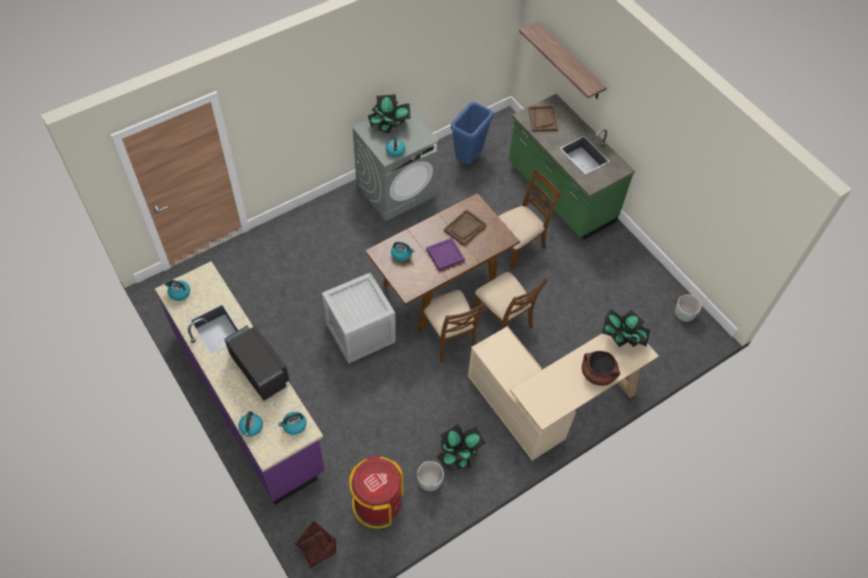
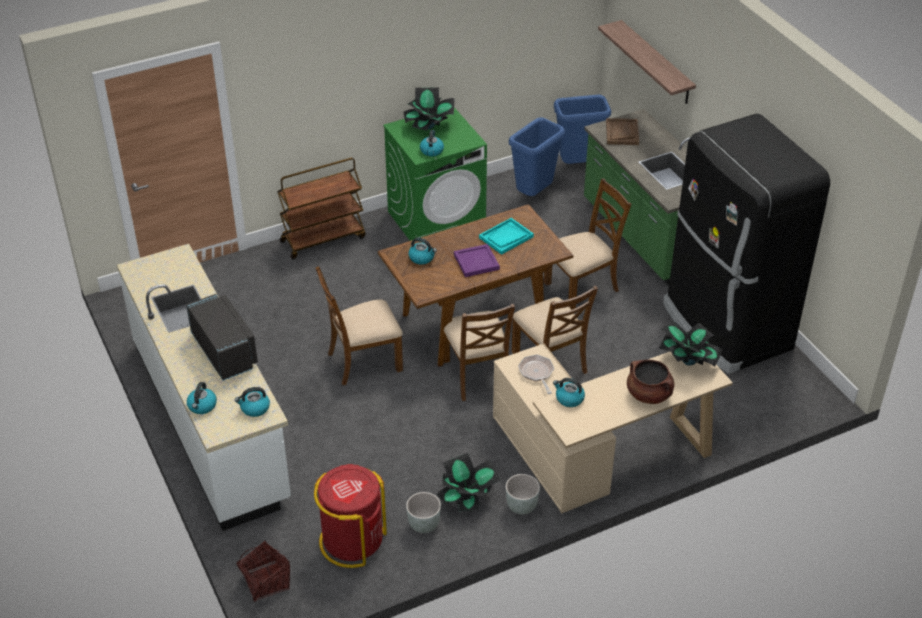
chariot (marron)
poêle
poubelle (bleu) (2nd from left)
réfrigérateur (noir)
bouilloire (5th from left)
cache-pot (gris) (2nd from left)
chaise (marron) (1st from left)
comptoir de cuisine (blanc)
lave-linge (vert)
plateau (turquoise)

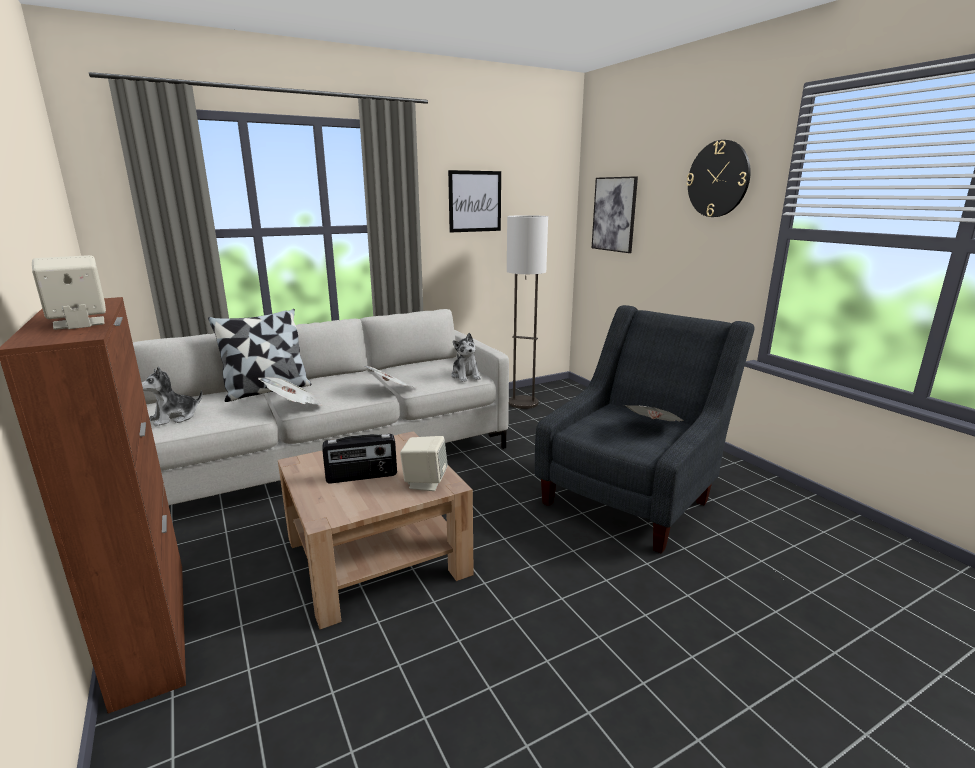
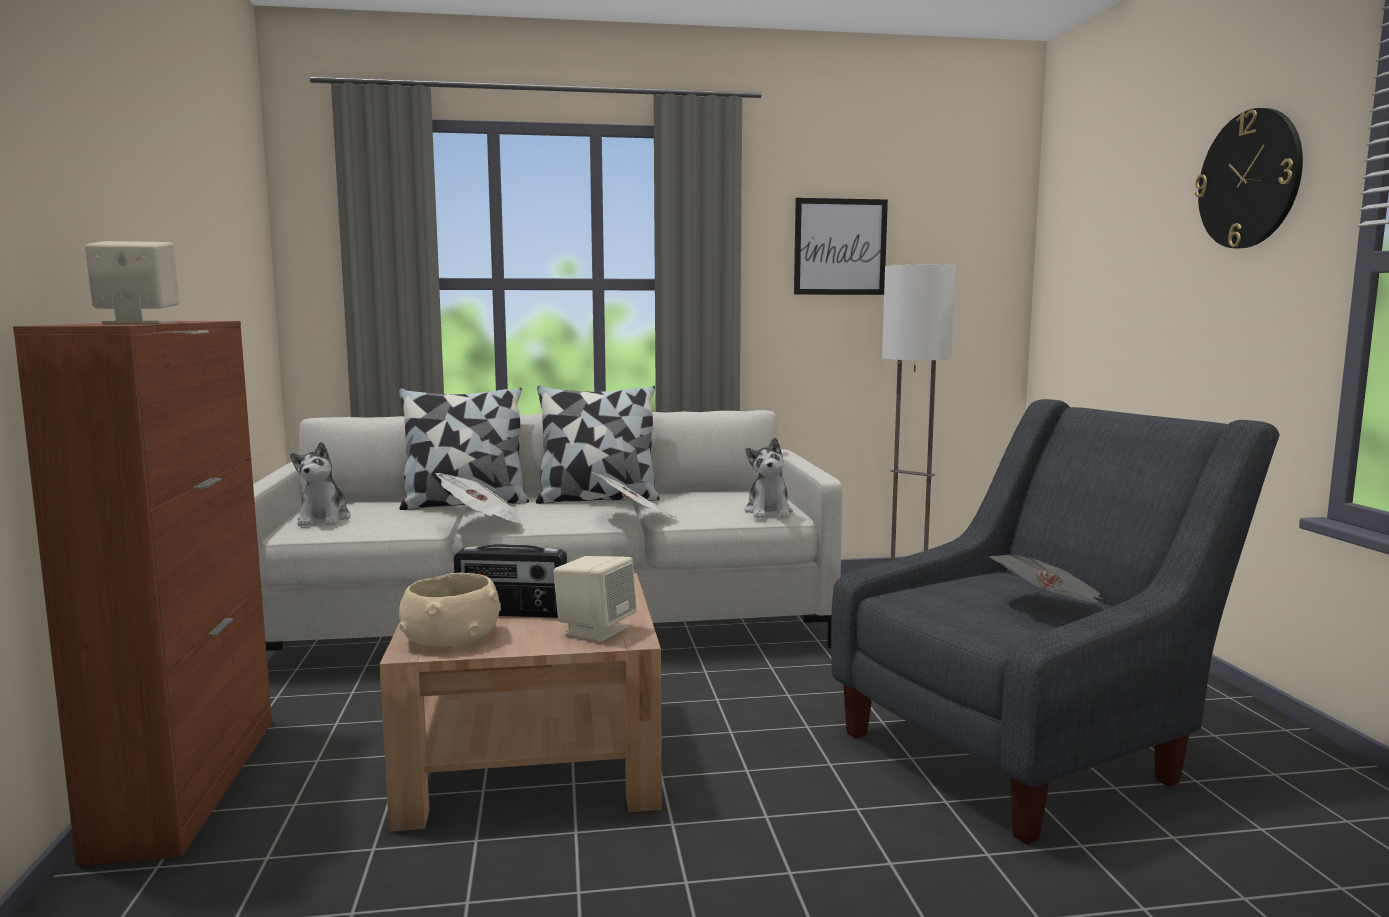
tableau (2nd from left in the first image)
bol (beige)
coussin (2nd from left)
peluche (1st from left)

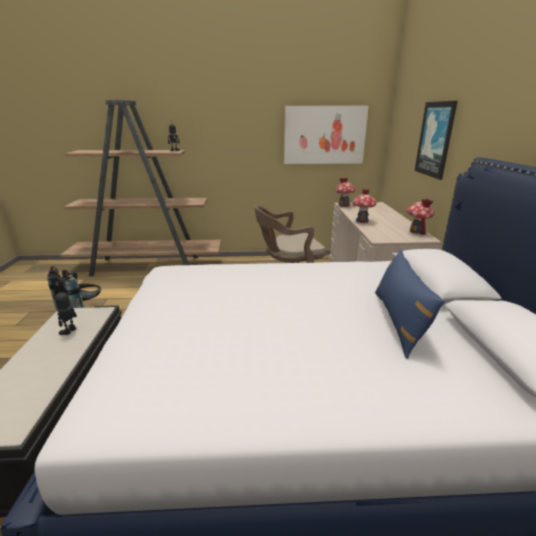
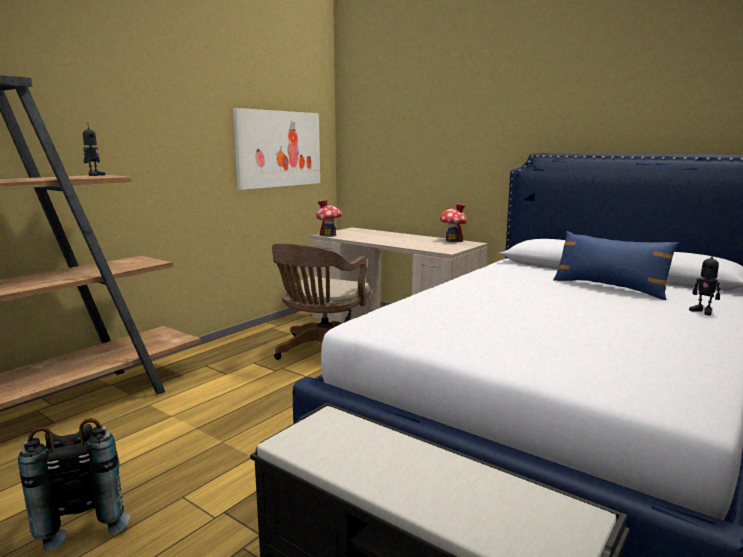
maison miniature (2nd from left in the first image)
tableau (2nd from left in the first image)
robot jouet (2nd from left)

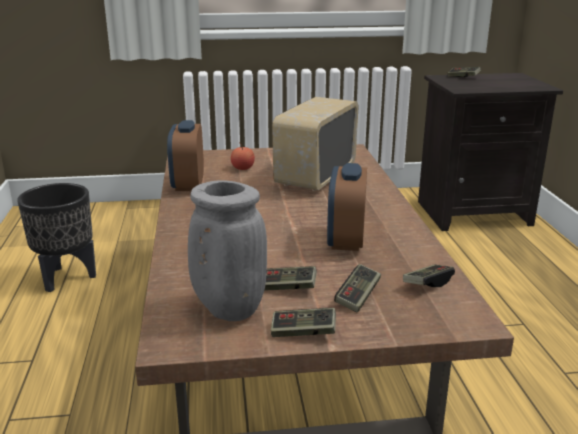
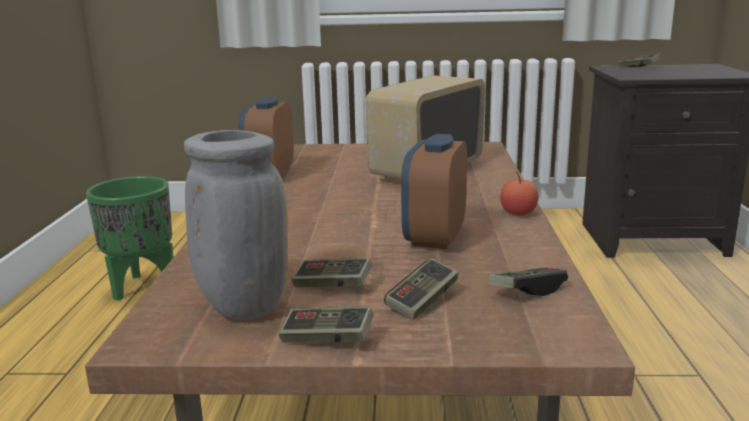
pomme
cache-pot (vert)

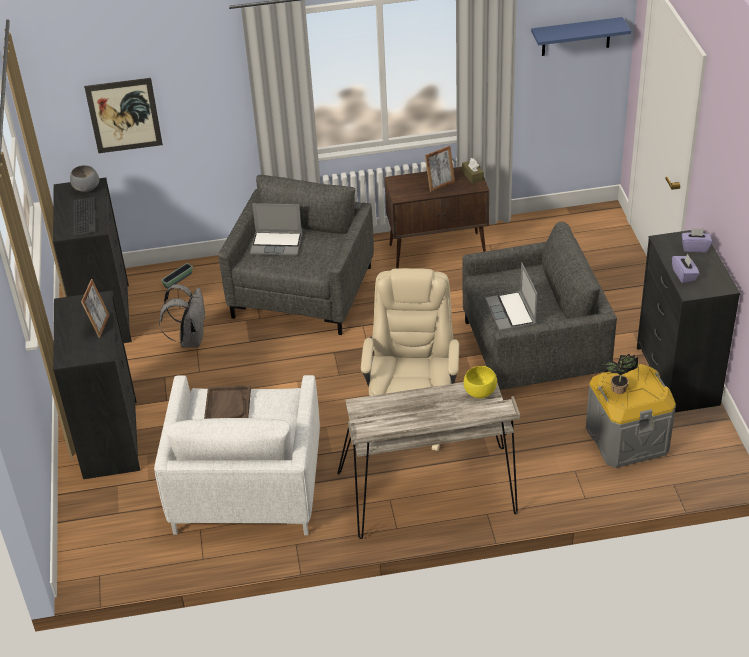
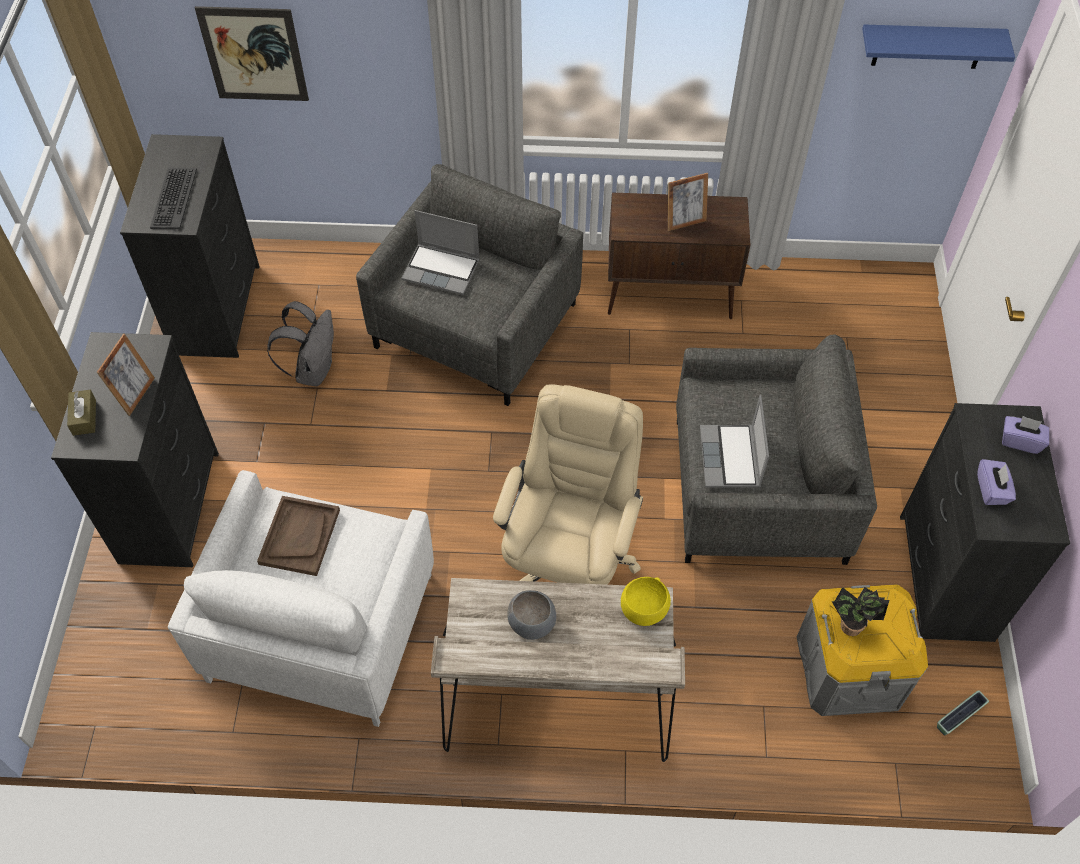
bol (gris)
cache-pot
boîte à mouchoirs (marron)

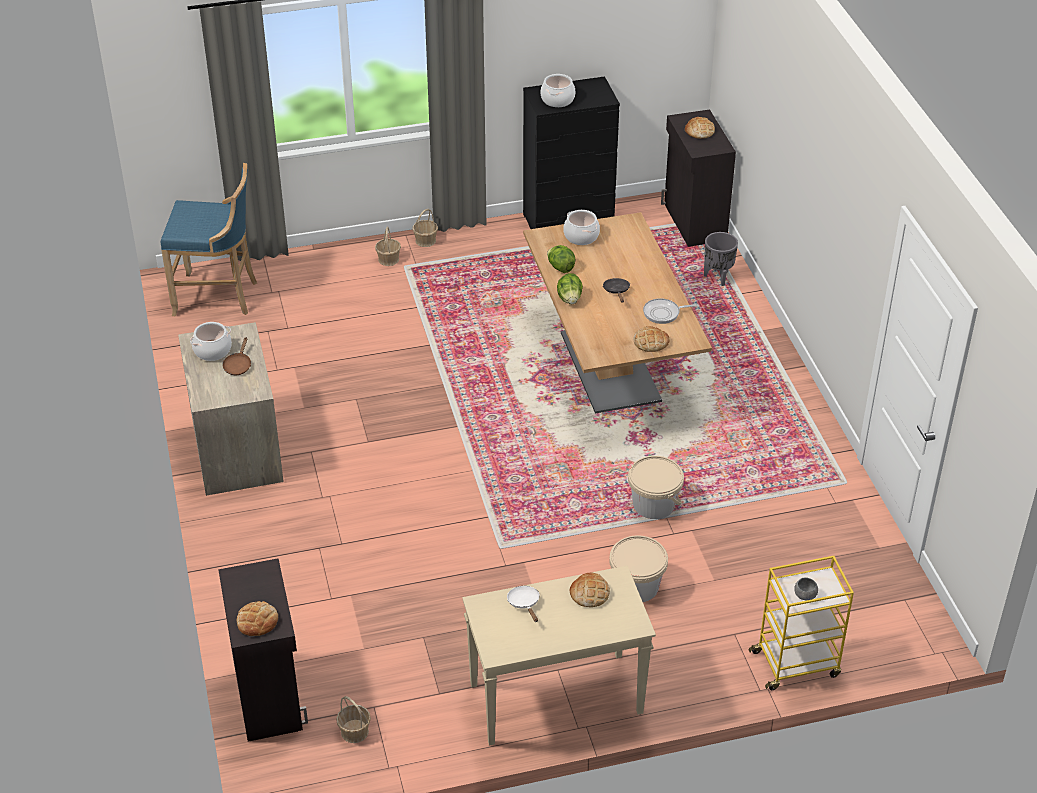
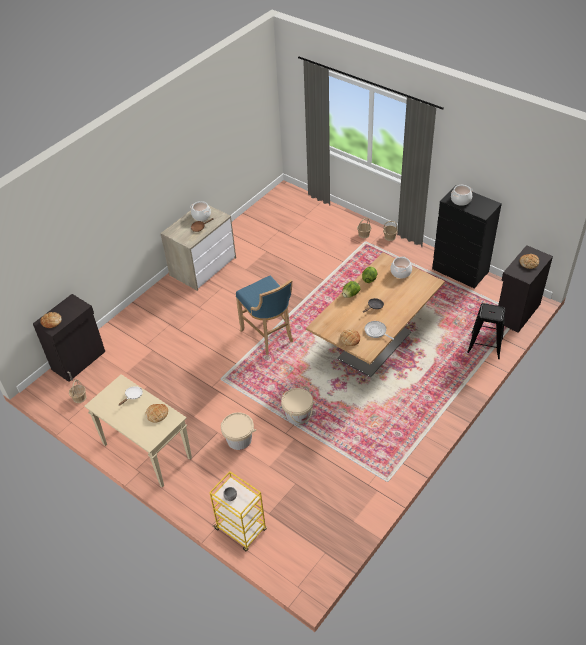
tabouret (bleu)
tabouret (noir)

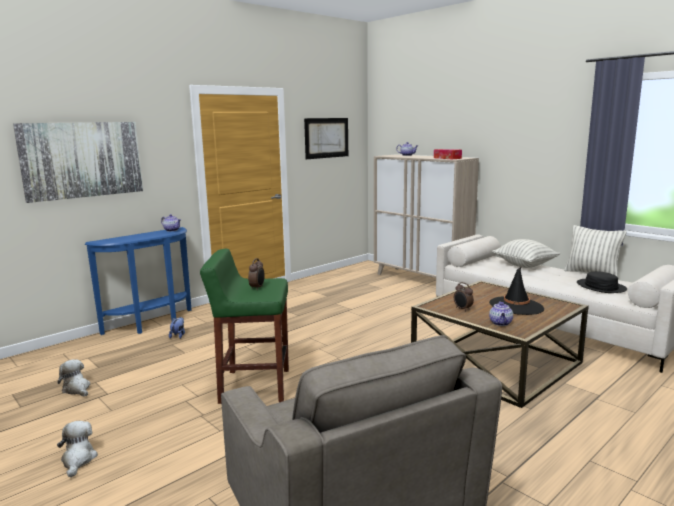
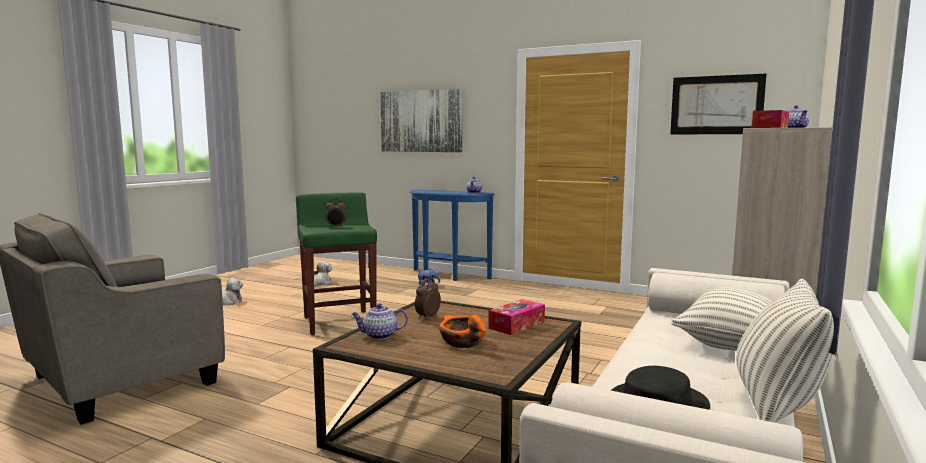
boîte à mouchoirs (1st from left)
bol (orange)

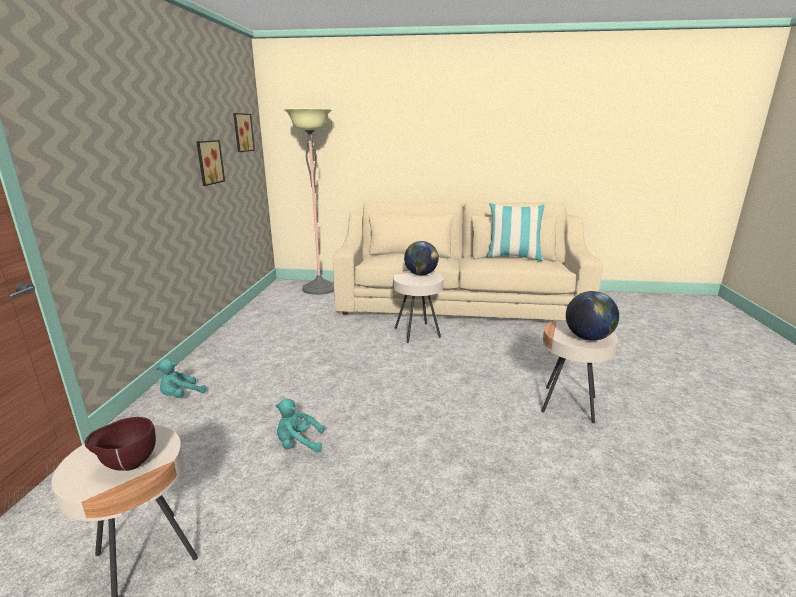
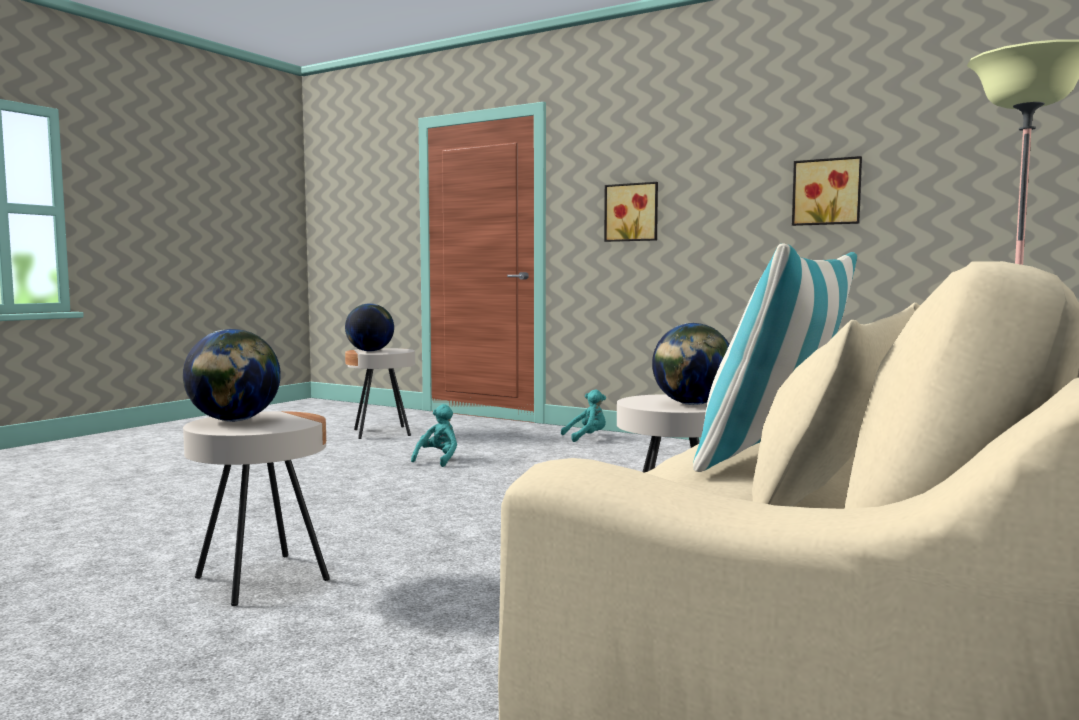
tableau (1st from left)
globe (2nd from left)
peluche (turquoise) (2nd from left)

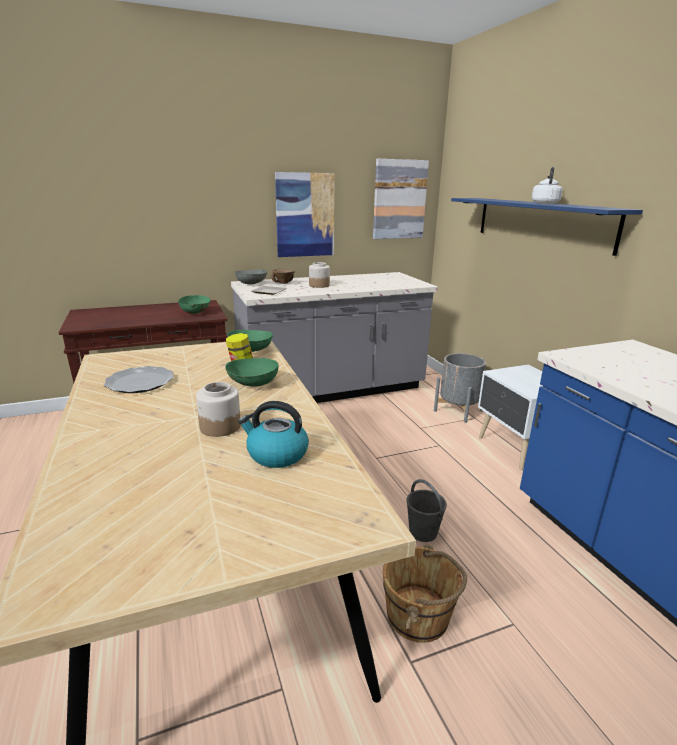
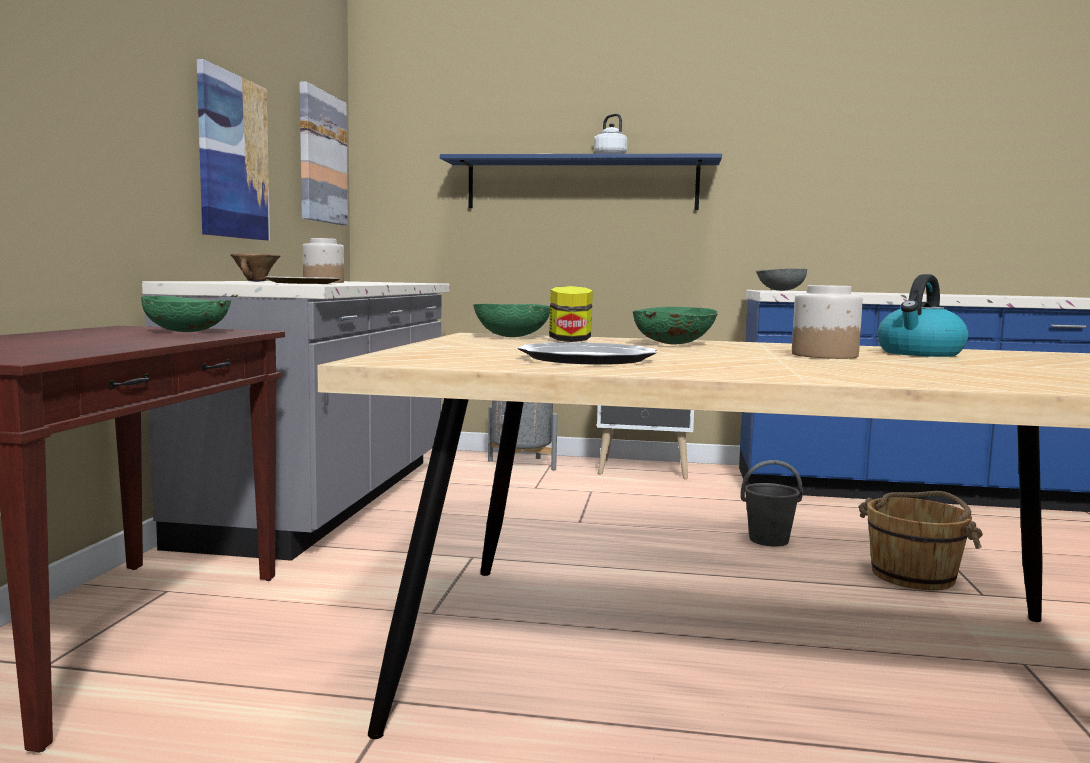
bol (gris)

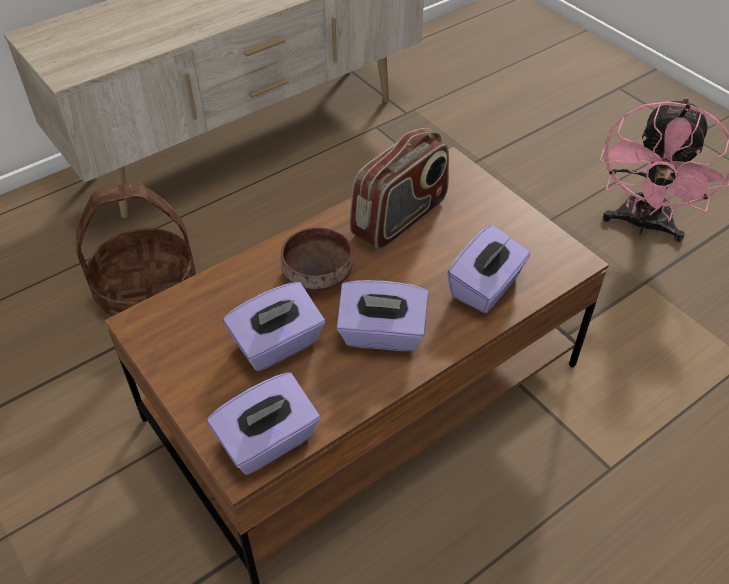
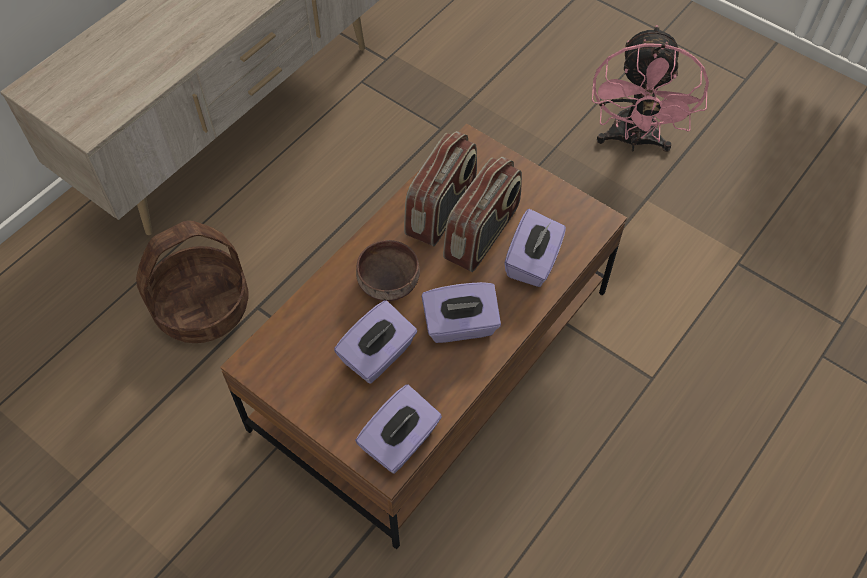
radio (2nd from left)

